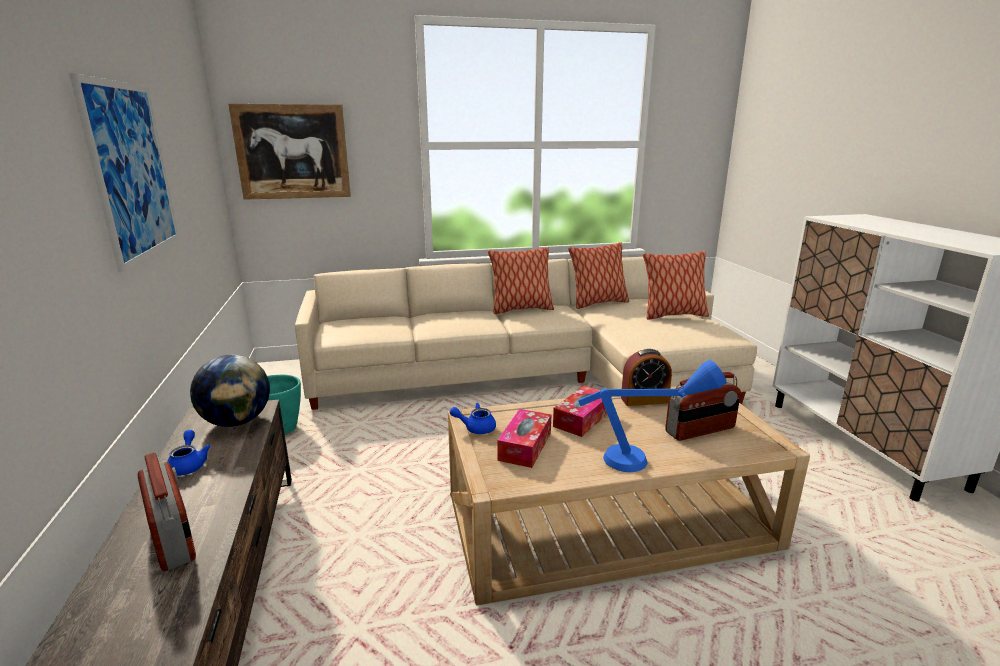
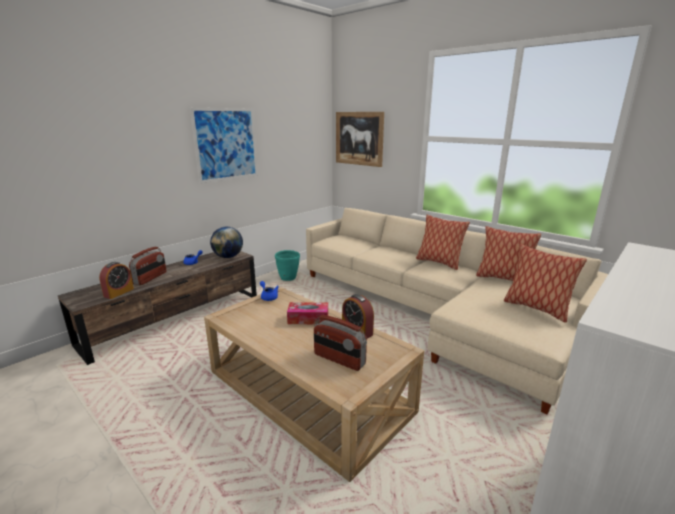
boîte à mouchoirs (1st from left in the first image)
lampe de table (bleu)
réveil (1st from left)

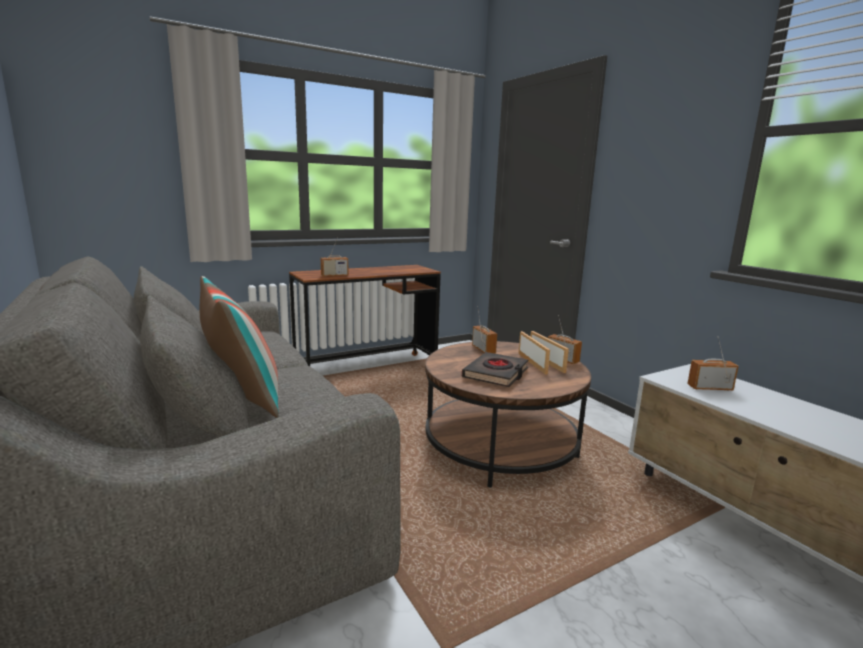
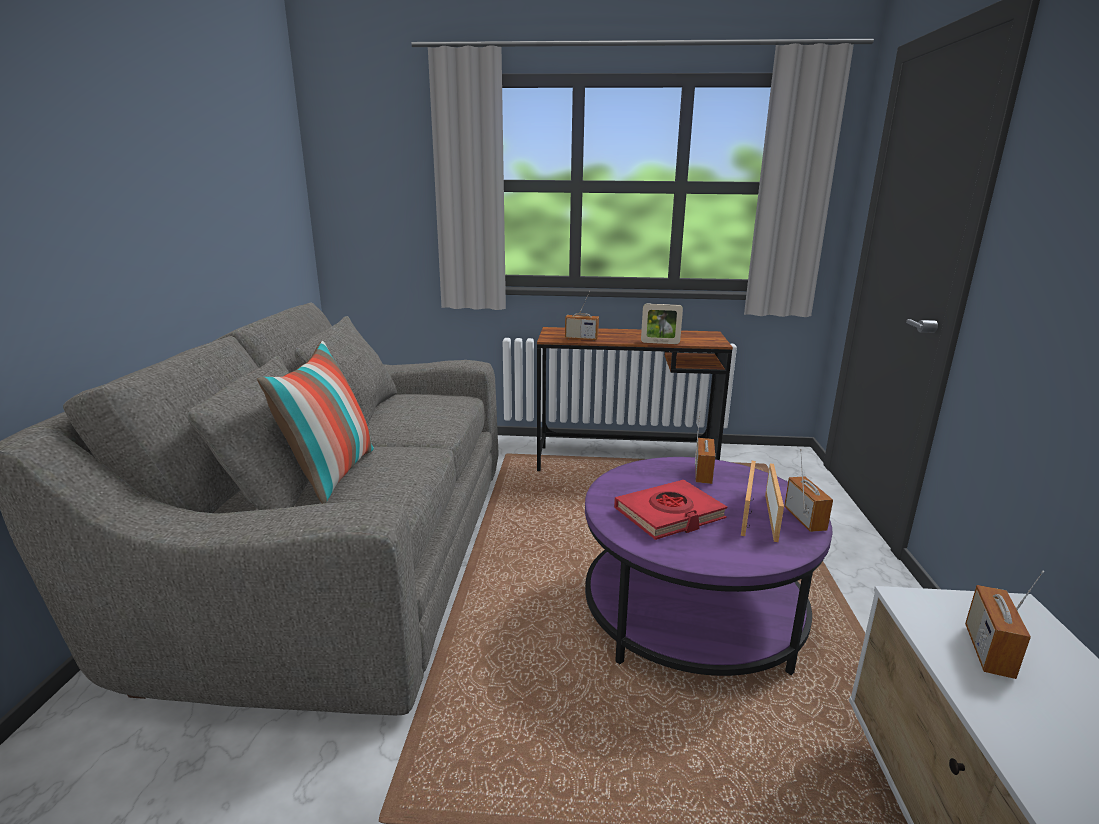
cadre photo (1st from left)
table basse (violet)
livre (rouge)
radio (4th from left)

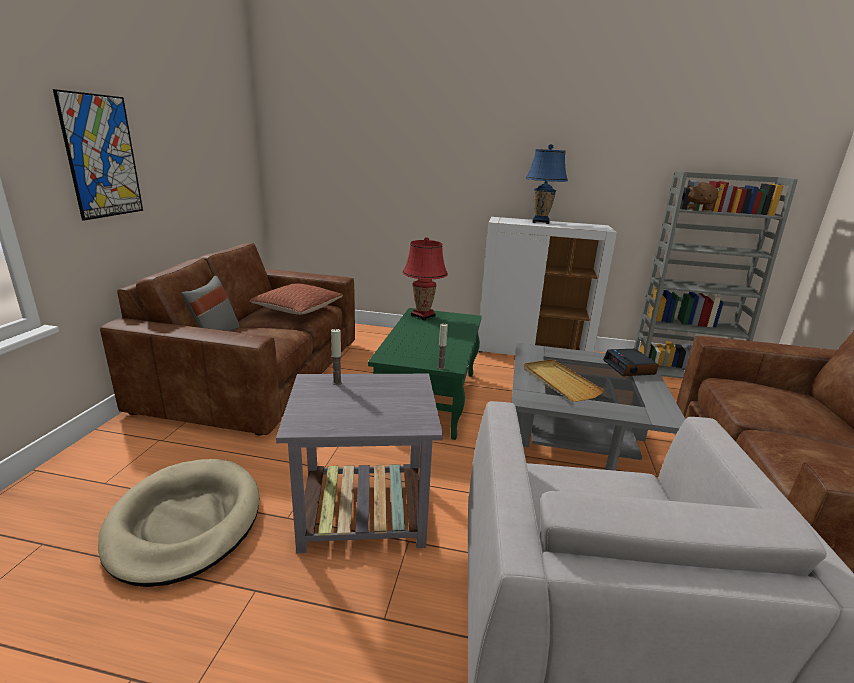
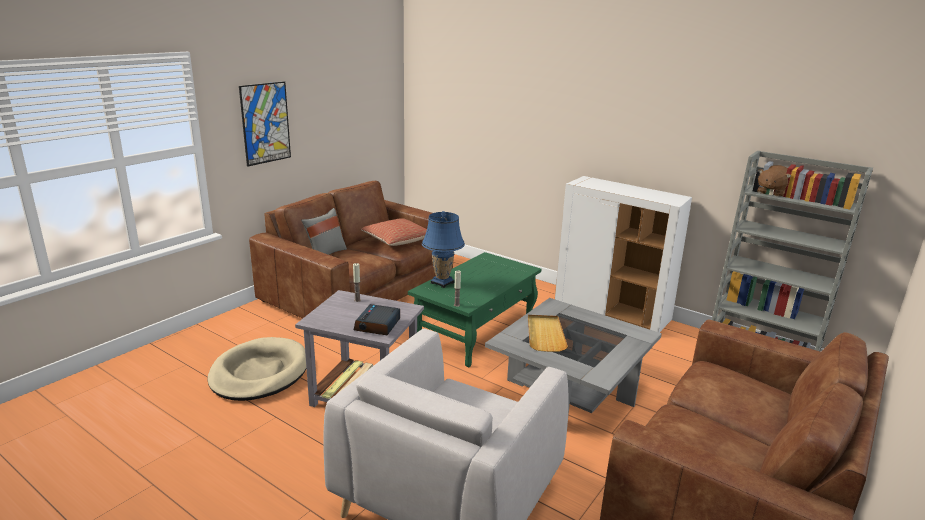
lampe de table (rouge)
lampe de table (bleu)
réveil

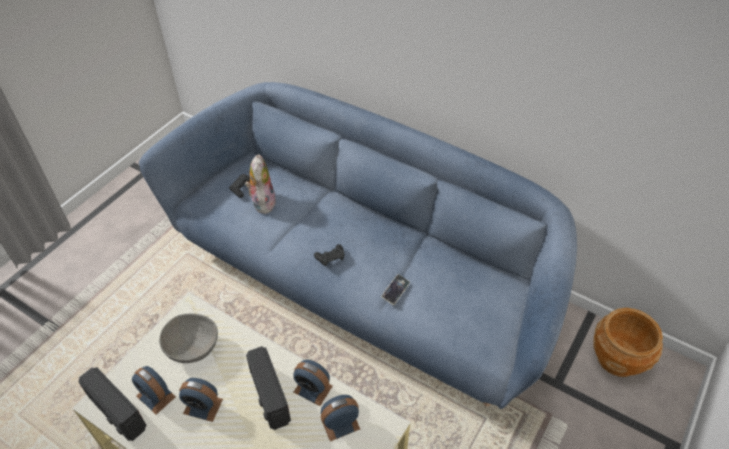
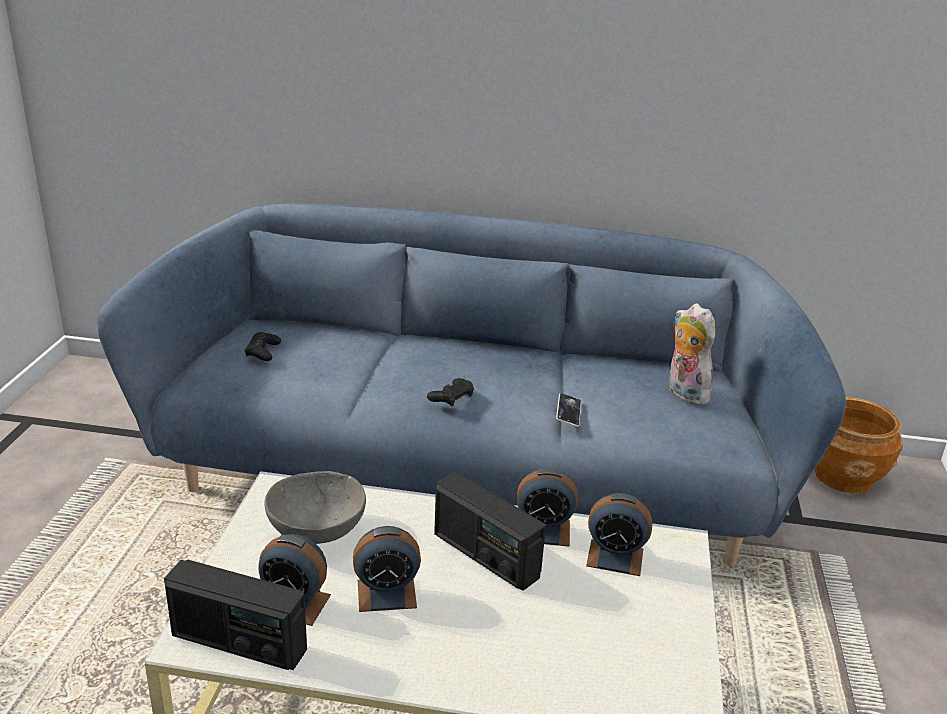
peluche
réveil (4th from left)

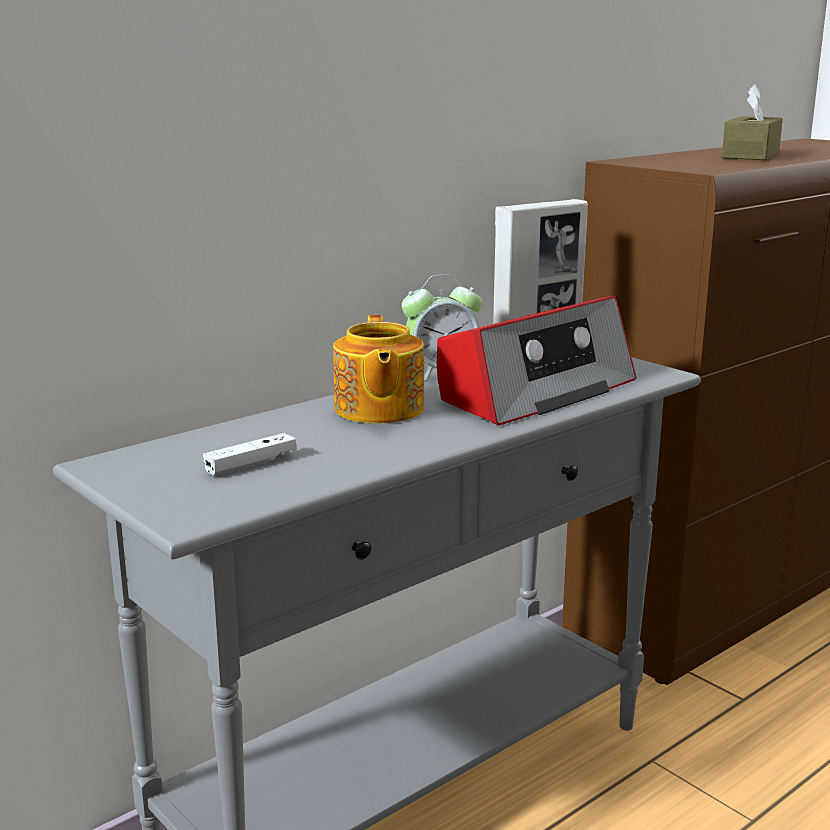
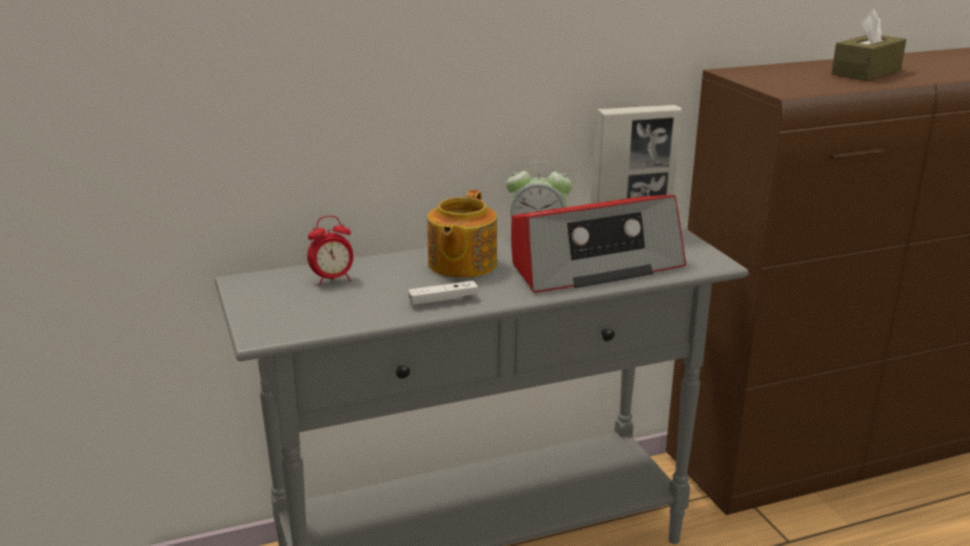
réveil (1st from left)
manette (blanc)

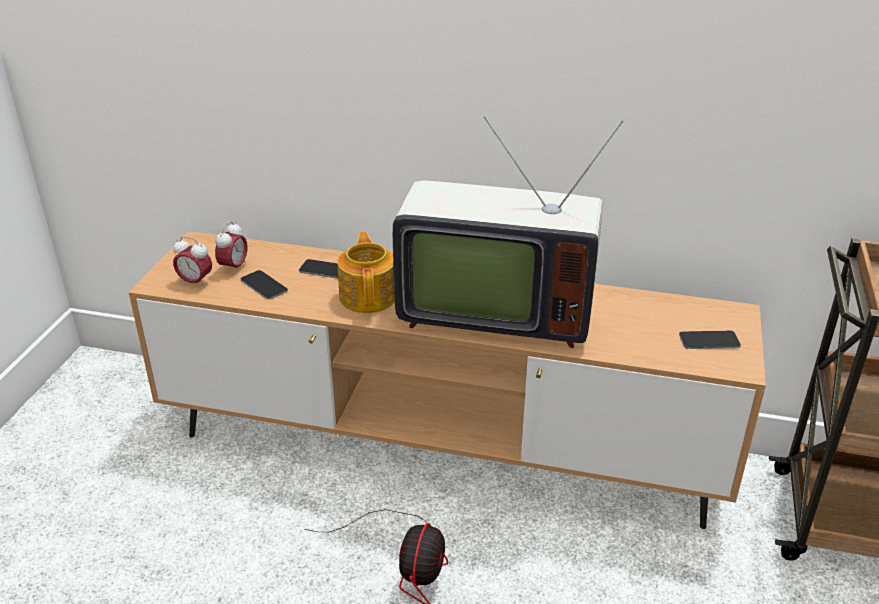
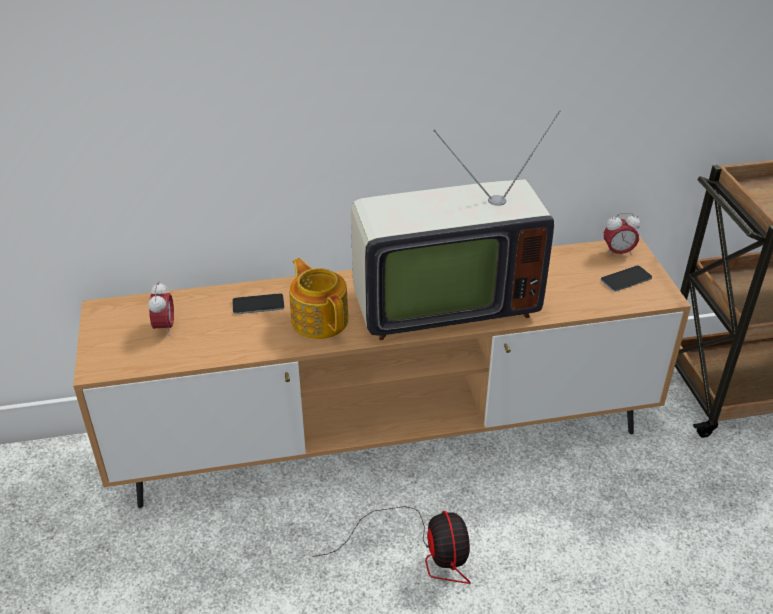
téléphone (1st from left in the first image)
réveil (2nd from left)

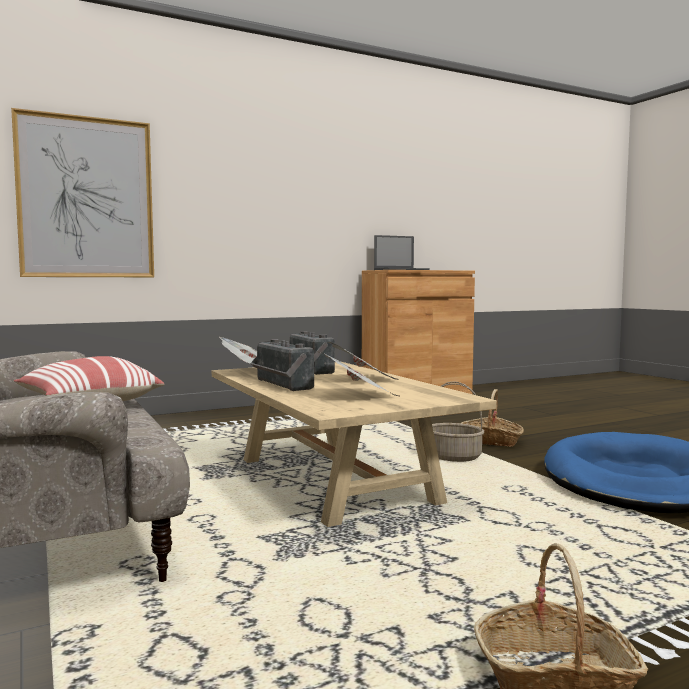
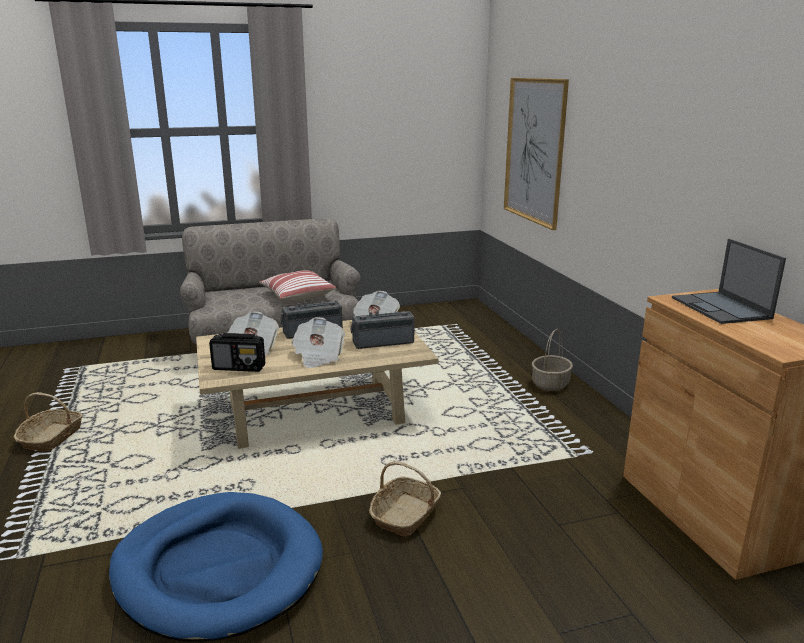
radio (1st from left)
panier (3rd from left)

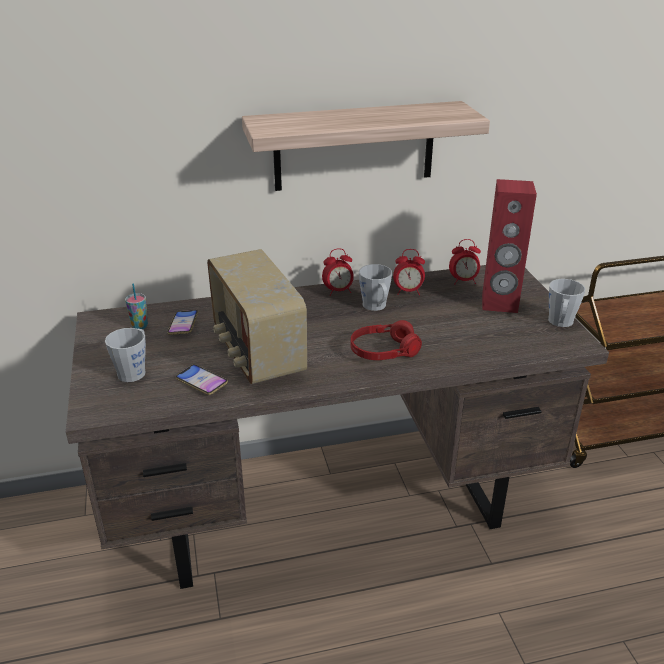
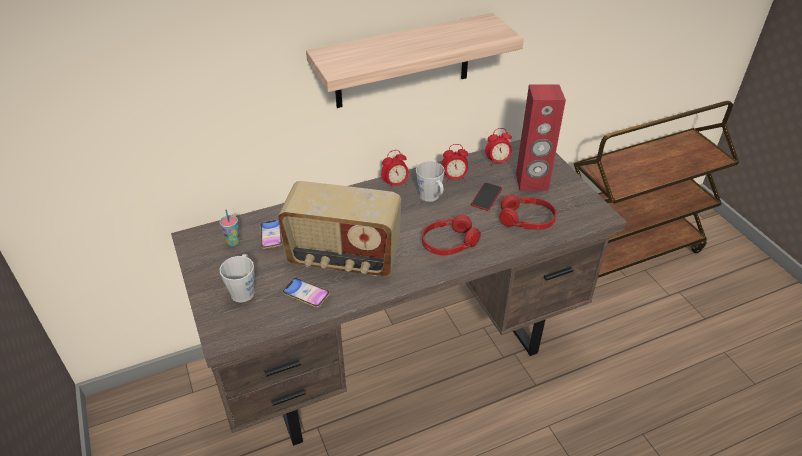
mug (gris) (3rd from left in the first image)
téléphone (3rd from left)
casque audio (rouge) (2nd from left)
radio

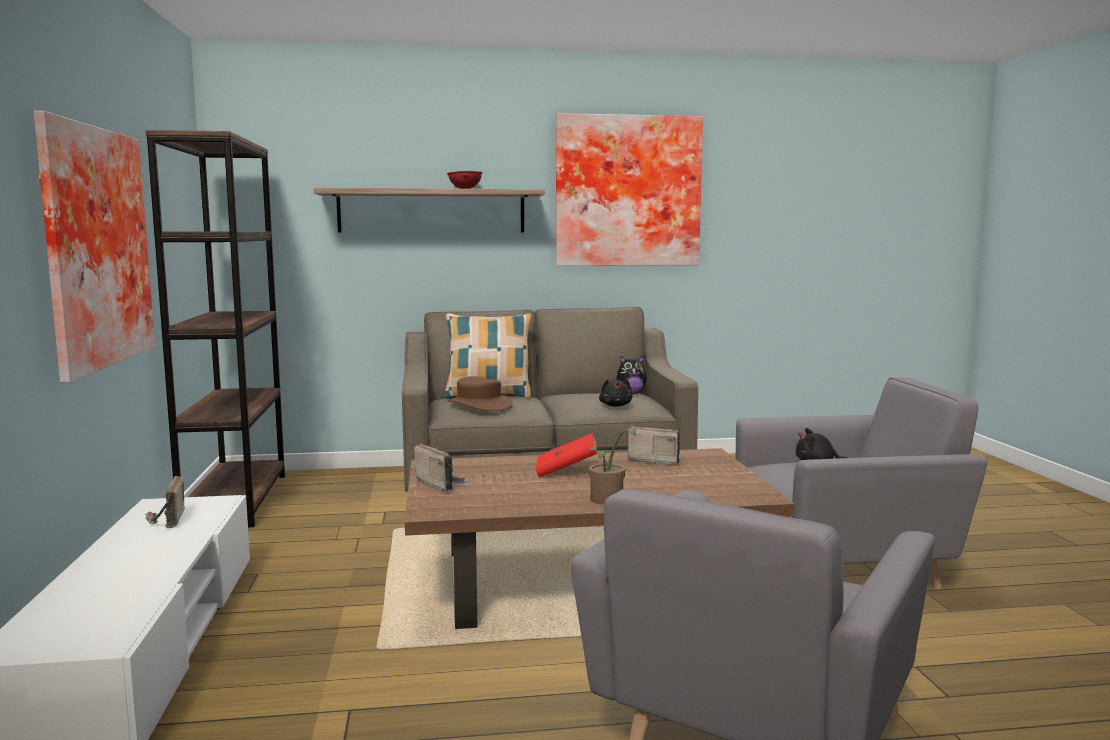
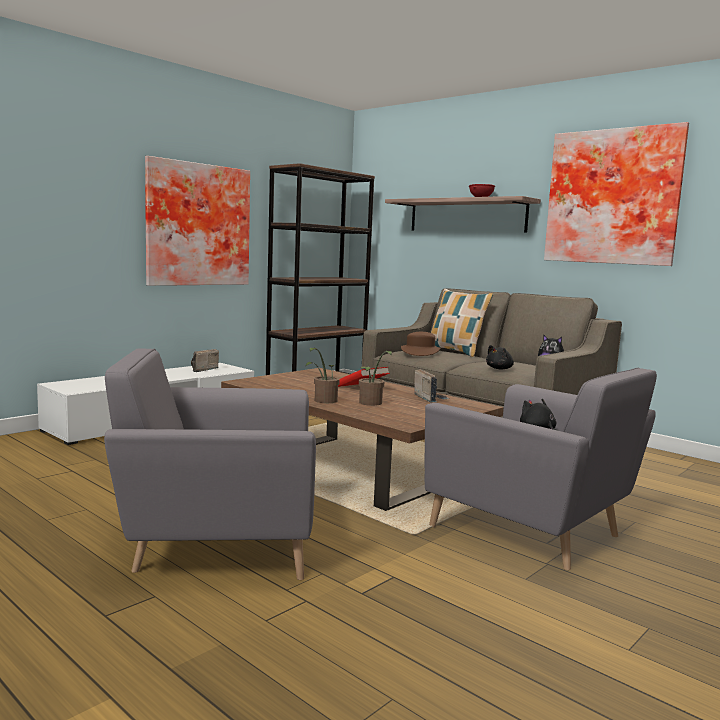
radio (2nd from left in the first image)
plante en pot (2nd from left)

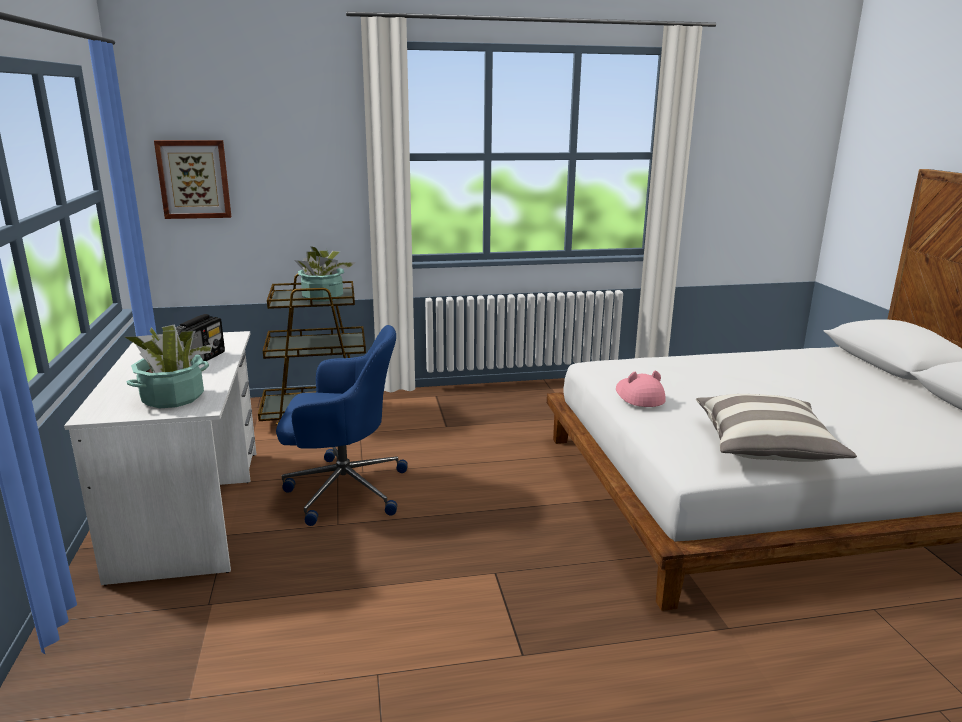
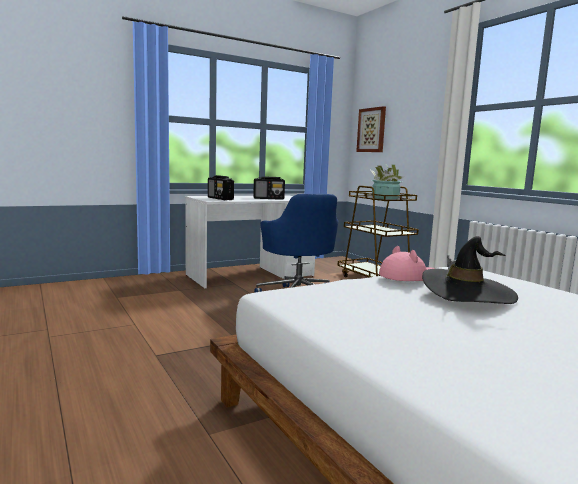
coussin
chapeau (noir)
radio (1st from left)

